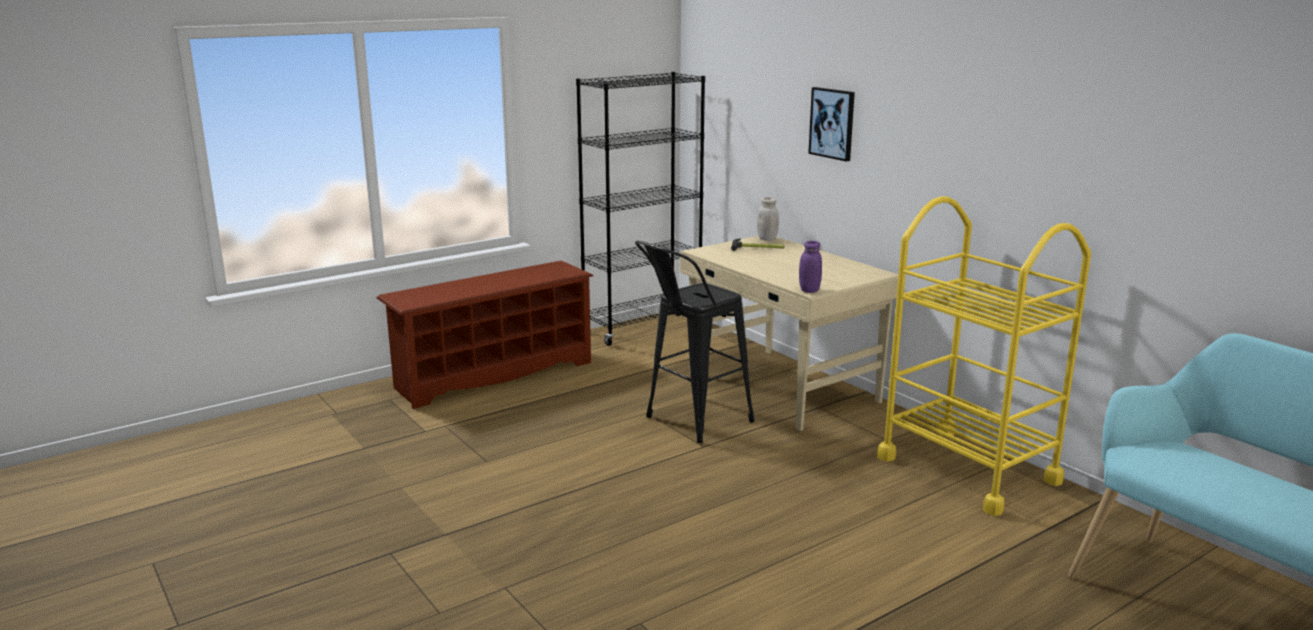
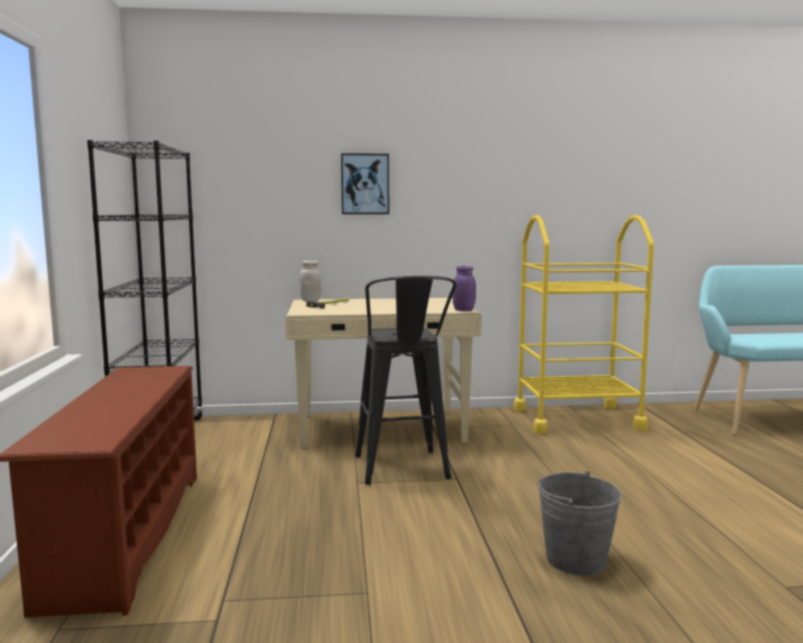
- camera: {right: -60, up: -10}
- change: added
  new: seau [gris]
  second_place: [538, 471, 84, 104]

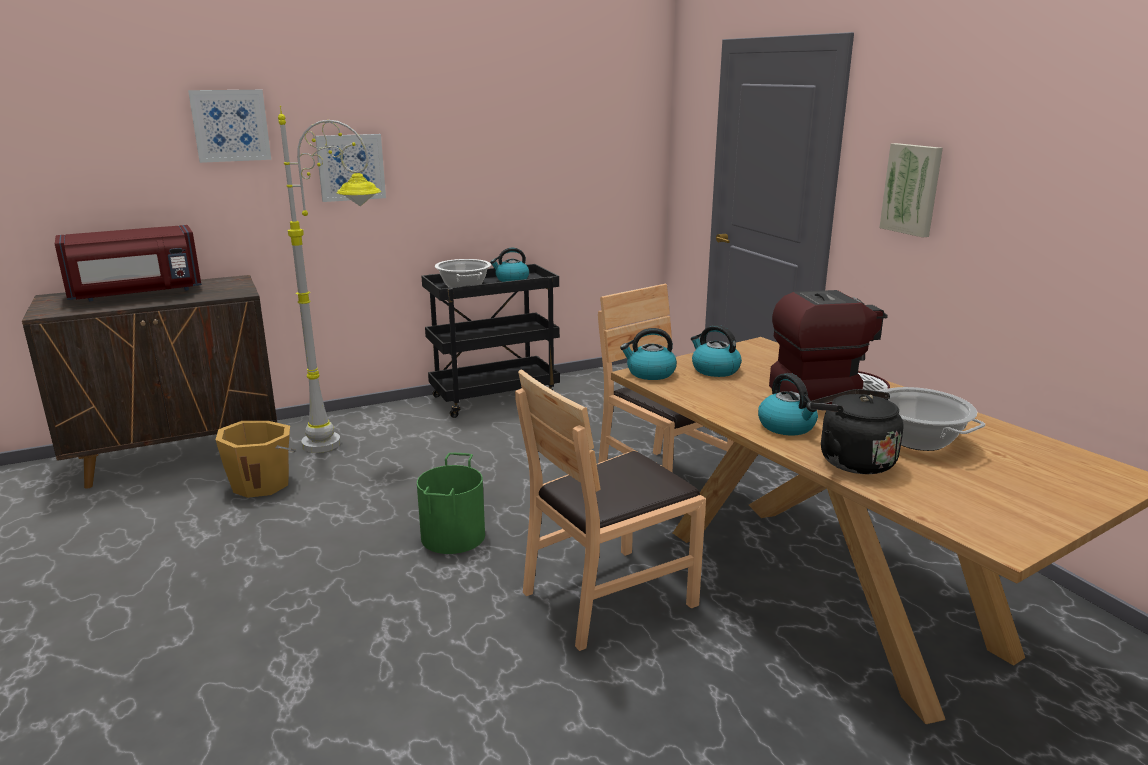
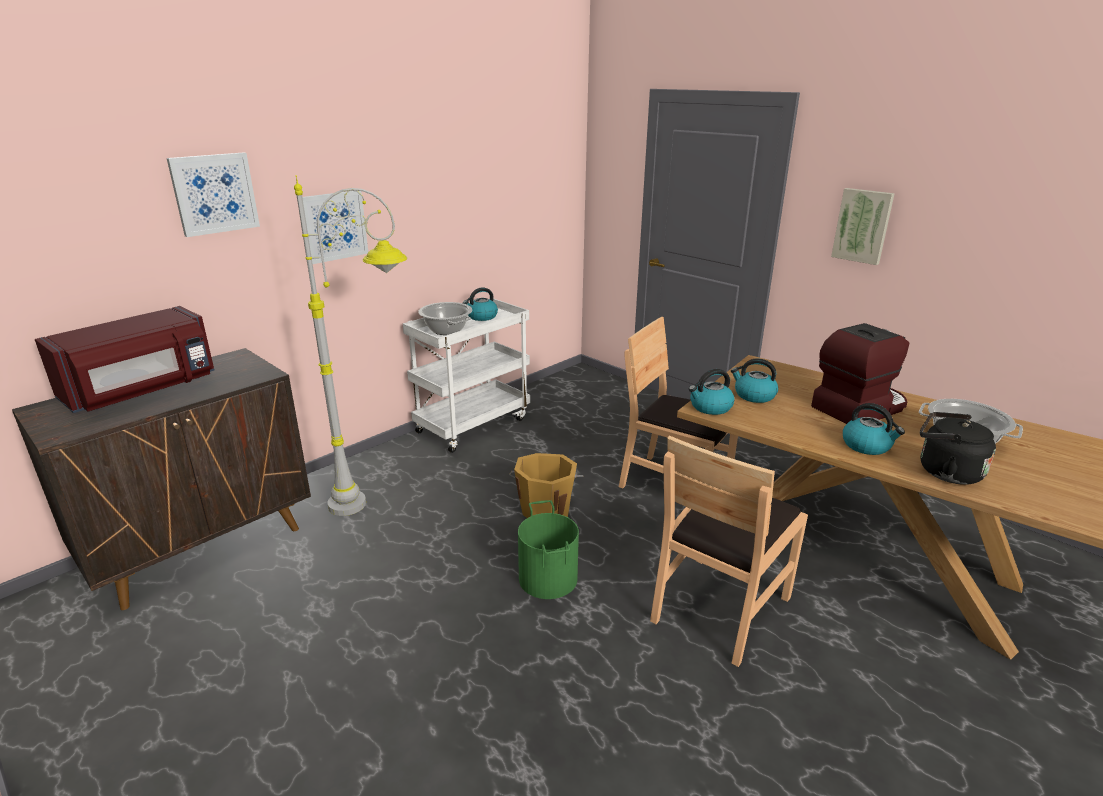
- camera: {right: -20, up: 5}
- change: recoloured
  old: chariot [noir]
  new: chariot [blanc]
  first_place: [422, 264, 138, 154]
  second_place: [403, 299, 127, 154]
- change: moved
  old: seau [orange]
  first_place: [216, 421, 80, 77]
  second_place: [509, 453, 75, 65]

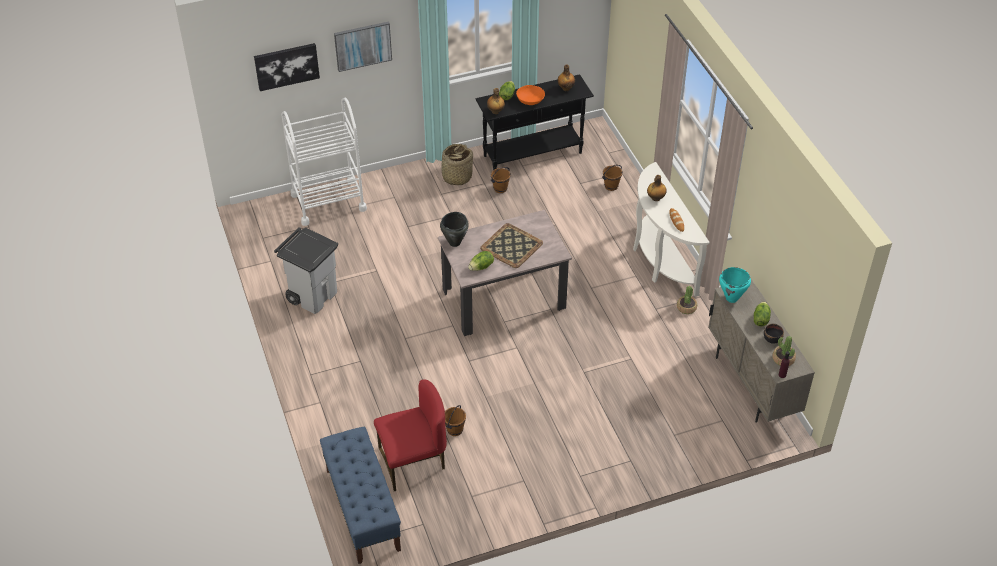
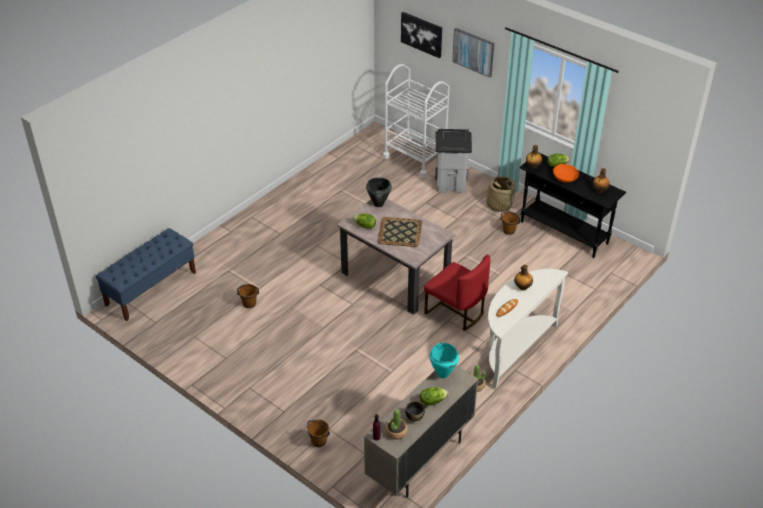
- camera: {right: 60, up: -5}
- change: moved
  old: seau [marron]
  first_place: [602, 165, 21, 26]
  second_place: [307, 419, 23, 28]
- change: moved
  old: poubelle [gris]
  first_place: [274, 227, 64, 87]
  second_place: [435, 129, 37, 64]
- change: moved
  old: chaise [rouge]
  first_place: [374, 379, 73, 112]
  second_place: [424, 254, 67, 77]

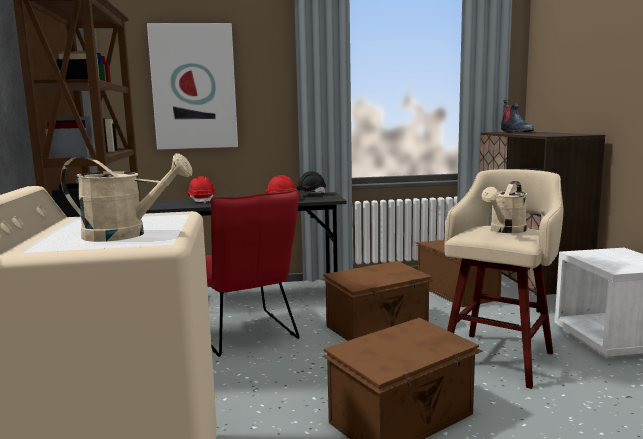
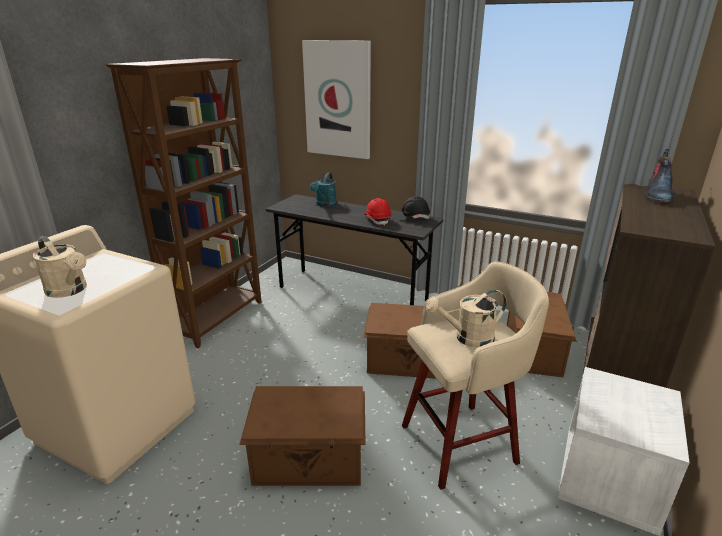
- camera: {right: 35, up: 15}
- change: replaced
  old: casque de chantier [rouge]
  new: arrosoir [turquoise]
  first_place: [187, 176, 29, 27]
  second_place: [310, 173, 27, 34]
- change: removed
  old: chaise [rouge]
  first_place: [205, 189, 94, 168]

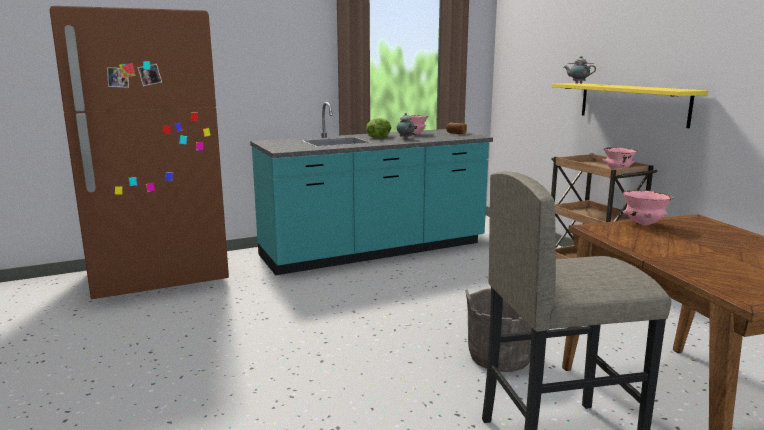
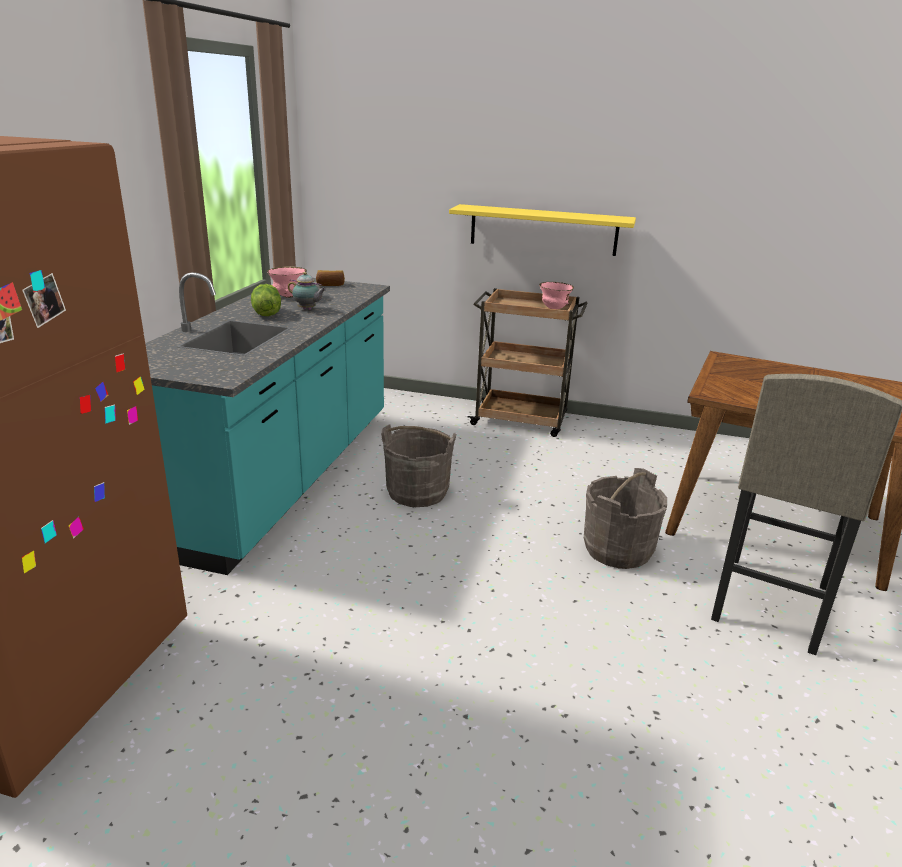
- camera: {right: -50, up: 10}
- change: removed
  old: théière
  first_place: [564, 56, 32, 28]
- change: removed
  old: bol [rose]
  first_place: [623, 190, 51, 36]
- change: added
  new: seau [gris]
  second_place: [381, 425, 75, 82]

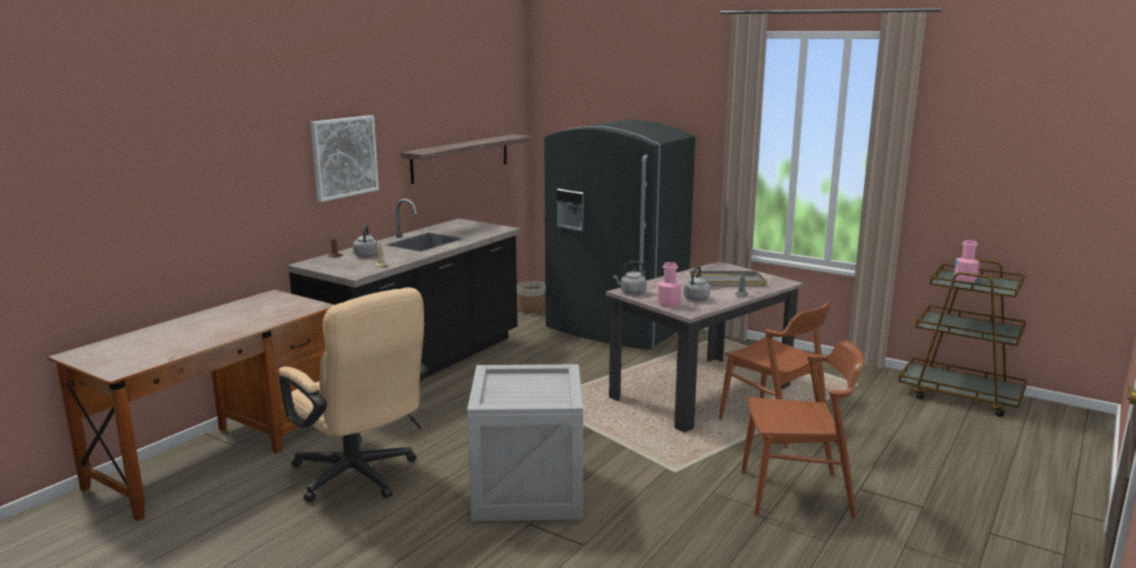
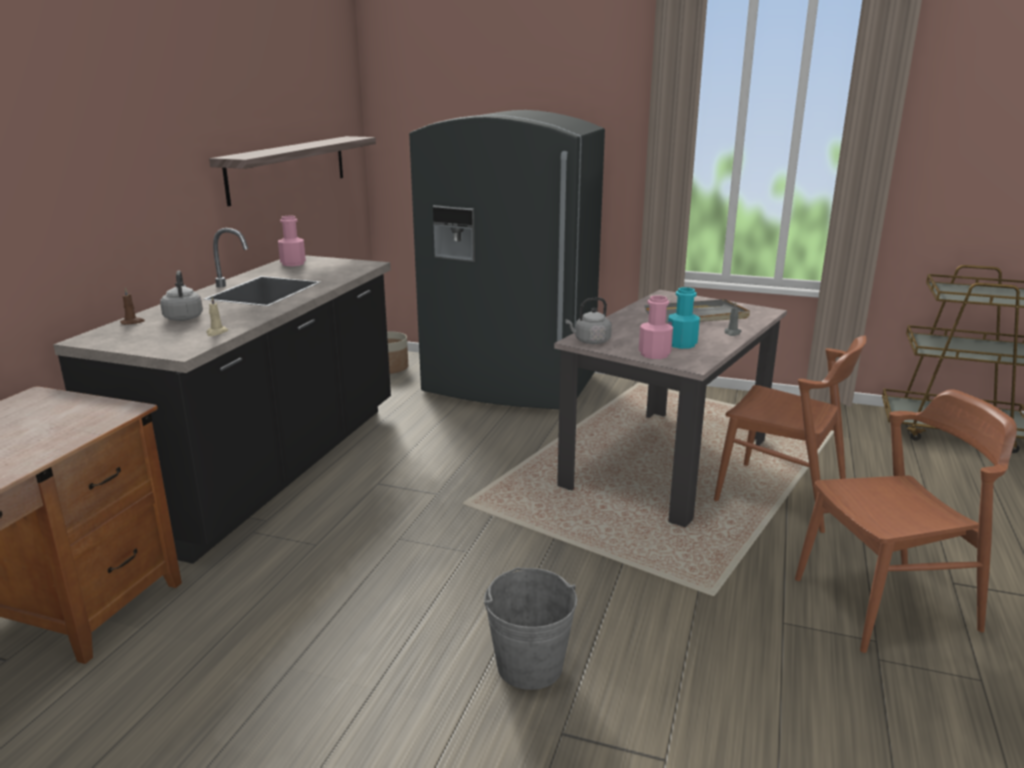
- camera: {right: -15, up: 5}
- change: removed
  old: tableau
  first_place: [310, 115, 69, 87]
- change: moved
  old: bouteille [rose]
  first_place: [954, 240, 26, 42]
  second_place: [278, 216, 28, 50]
- change: replaced
  old: bouilloire [gris]
  new: bouteille [turquoise]
  first_place: [683, 266, 27, 35]
  second_place: [668, 287, 32, 62]
- change: removed
  old: chaise de bureau [beige]
  first_place: [279, 287, 149, 215]
- change: replaced
  old: caisse
  new: seau [gris]
  first_place: [467, 364, 116, 157]
  second_place: [484, 568, 93, 122]

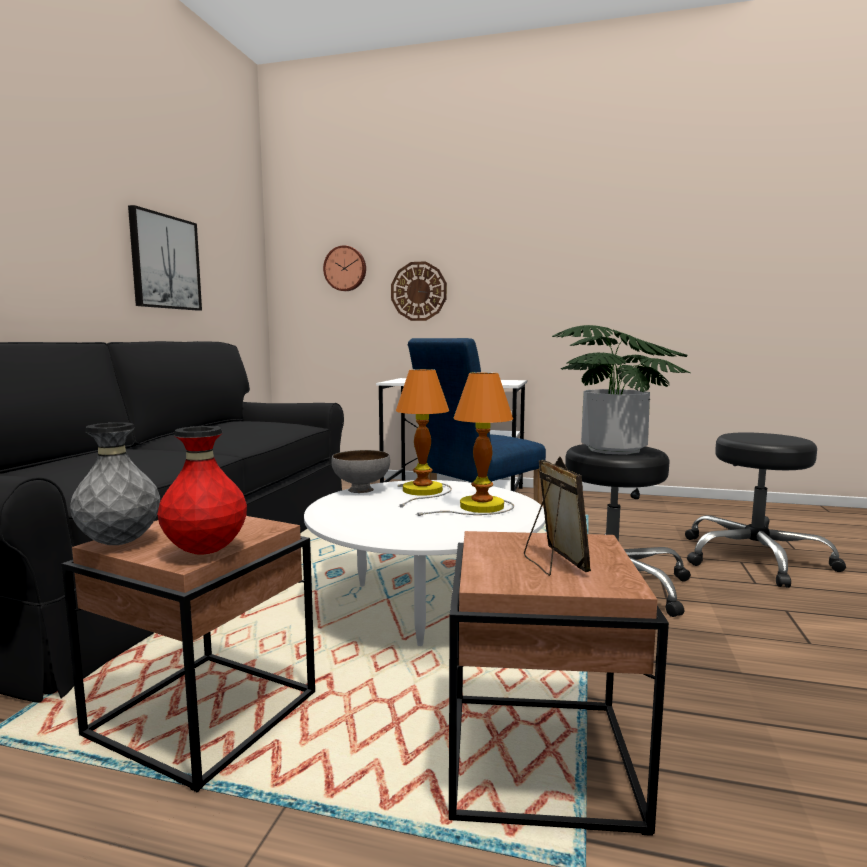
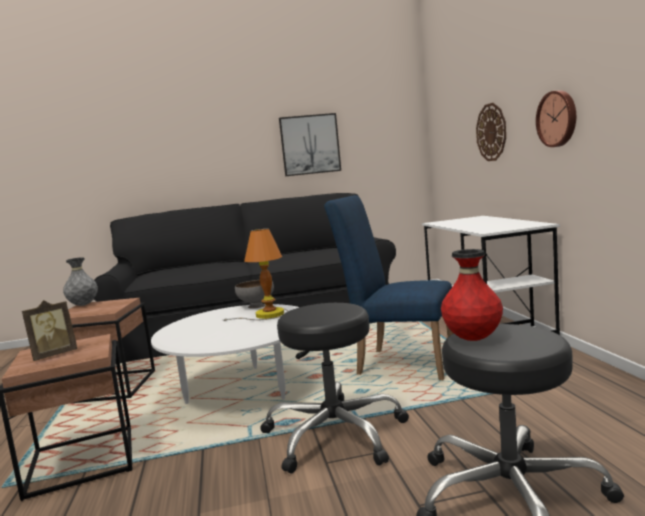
- camera: {right: 65, up: 0}
- change: moved
  old: horloge murale
  first_place: [323, 245, 43, 46]
  second_place: [536, 90, 40, 57]
- change: removed
  old: plante en pot
  first_place: [552, 325, 139, 130]
- change: removed
  old: lampe de table
  first_place: [417, 372, 97, 144]
- change: moved
  old: vase [rouge]
  first_place: [157, 426, 90, 129]
  second_place: [441, 249, 62, 92]

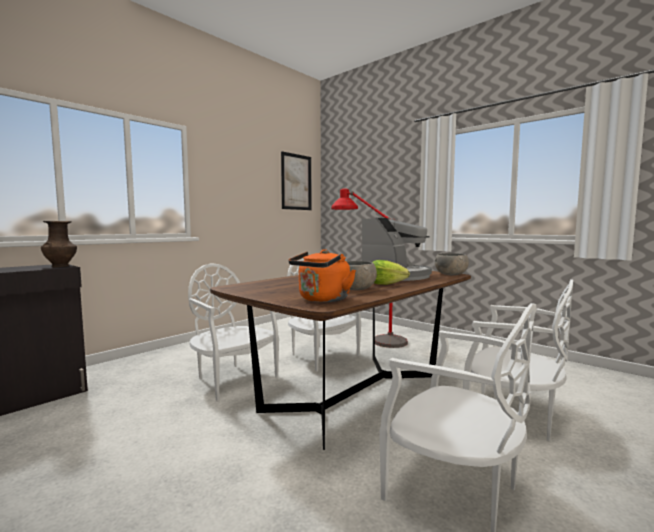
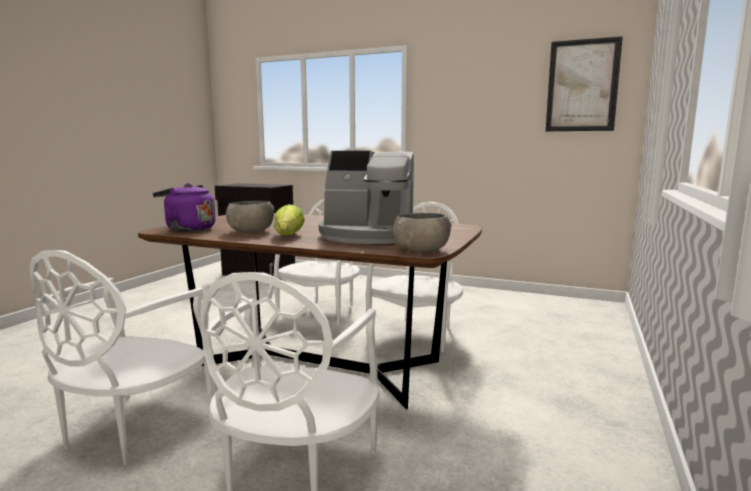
- camera: {right: 70, up: 5}
- change: removed
  old: lampadaire [rouge]
  first_place: [331, 188, 77, 160]
- change: removed
  old: vase [marron]
  first_place: [41, 221, 36, 46]
- change: recoloured
  old: bouilloire [orange]
  new: bouilloire [violet]
  first_place: [289, 249, 67, 53]
  second_place: [153, 183, 62, 49]

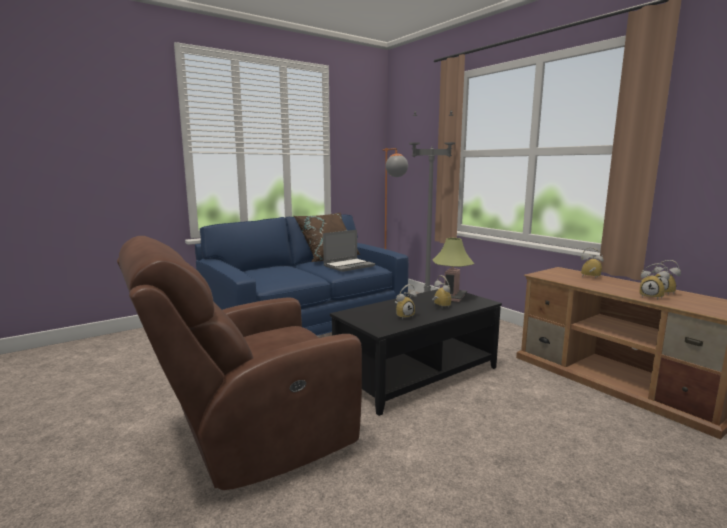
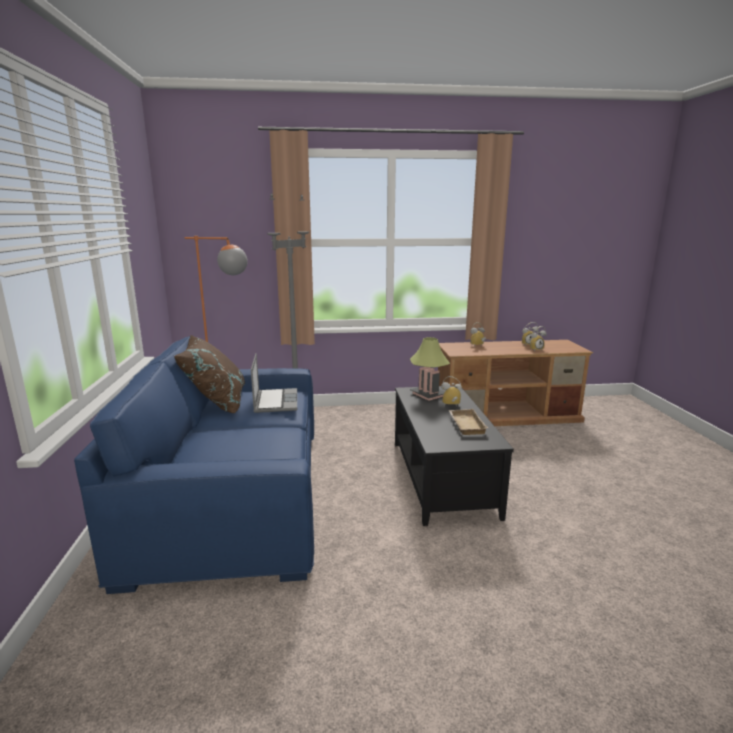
- camera: {right: -60, up: 5}
- change: removed
  old: fauteuil [marron]
  first_place: [117, 236, 245, 254]
- change: replaced
  old: réveil
  new: plateau [beige]
  first_place: [395, 284, 22, 35]
  second_place: [448, 409, 40, 26]

